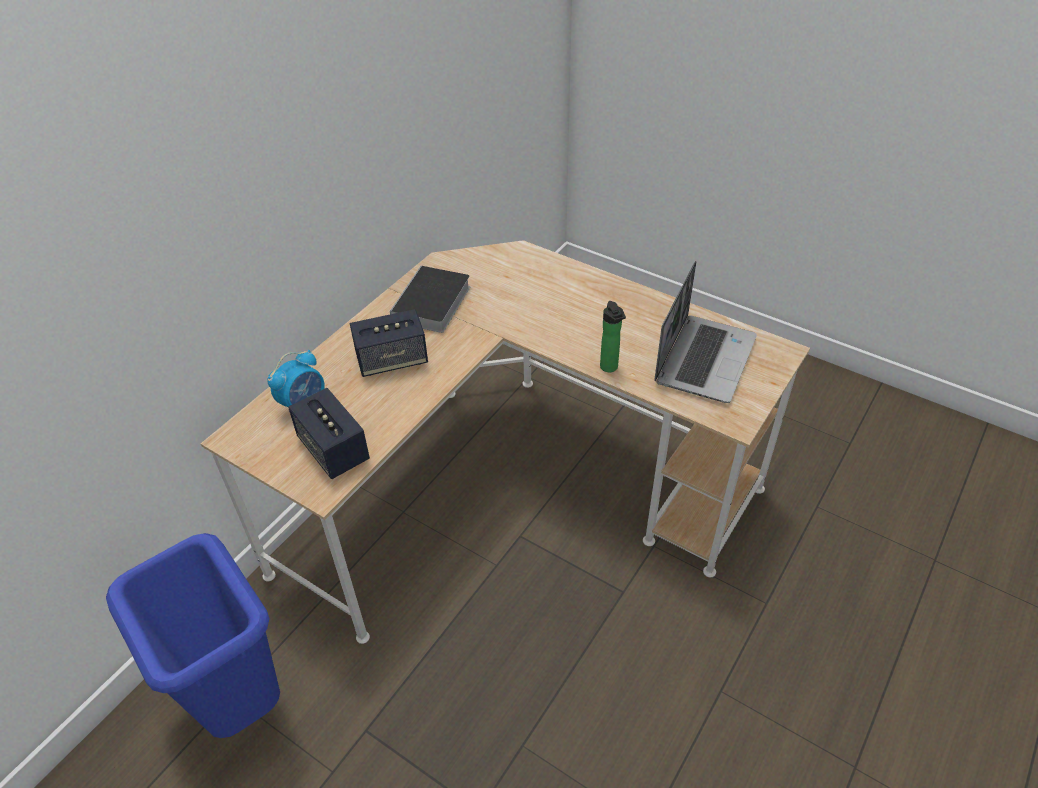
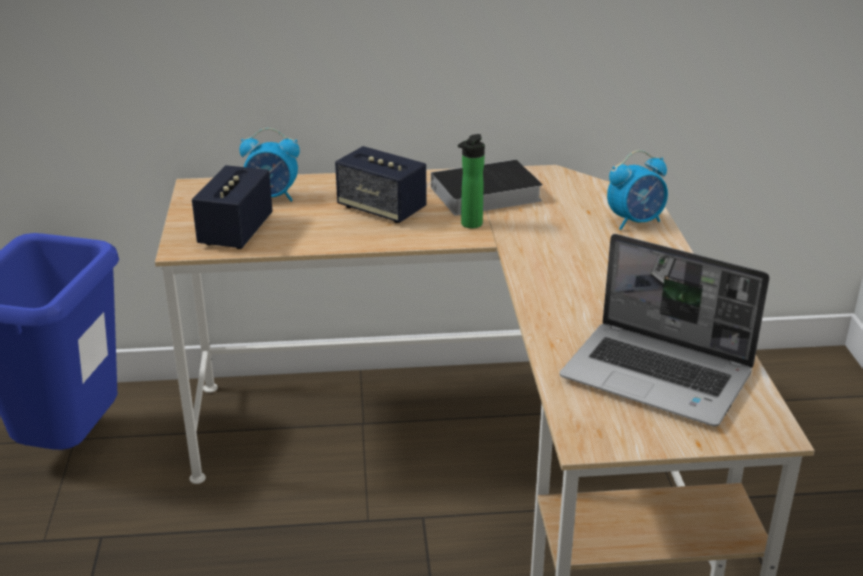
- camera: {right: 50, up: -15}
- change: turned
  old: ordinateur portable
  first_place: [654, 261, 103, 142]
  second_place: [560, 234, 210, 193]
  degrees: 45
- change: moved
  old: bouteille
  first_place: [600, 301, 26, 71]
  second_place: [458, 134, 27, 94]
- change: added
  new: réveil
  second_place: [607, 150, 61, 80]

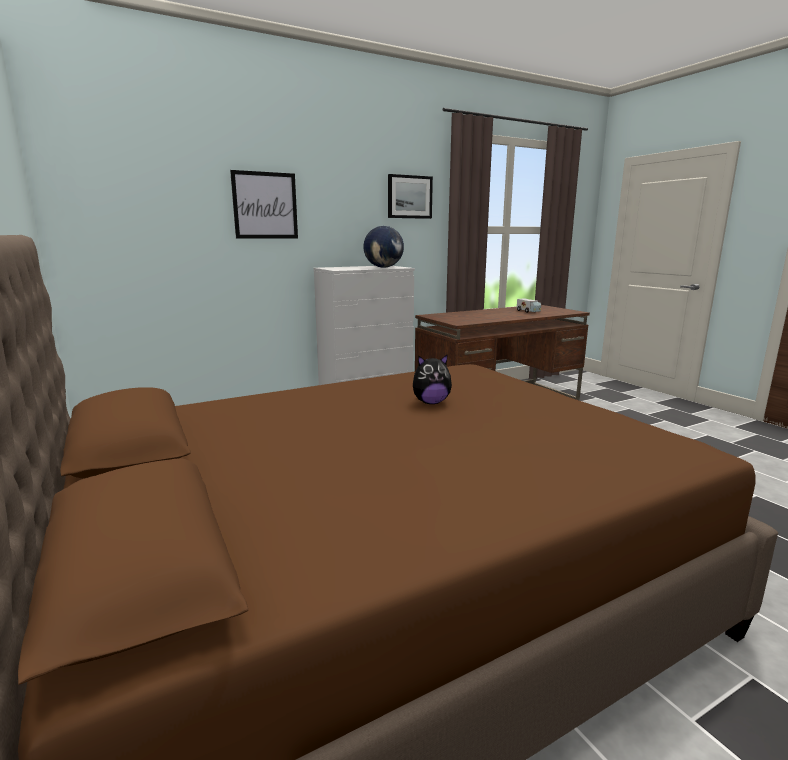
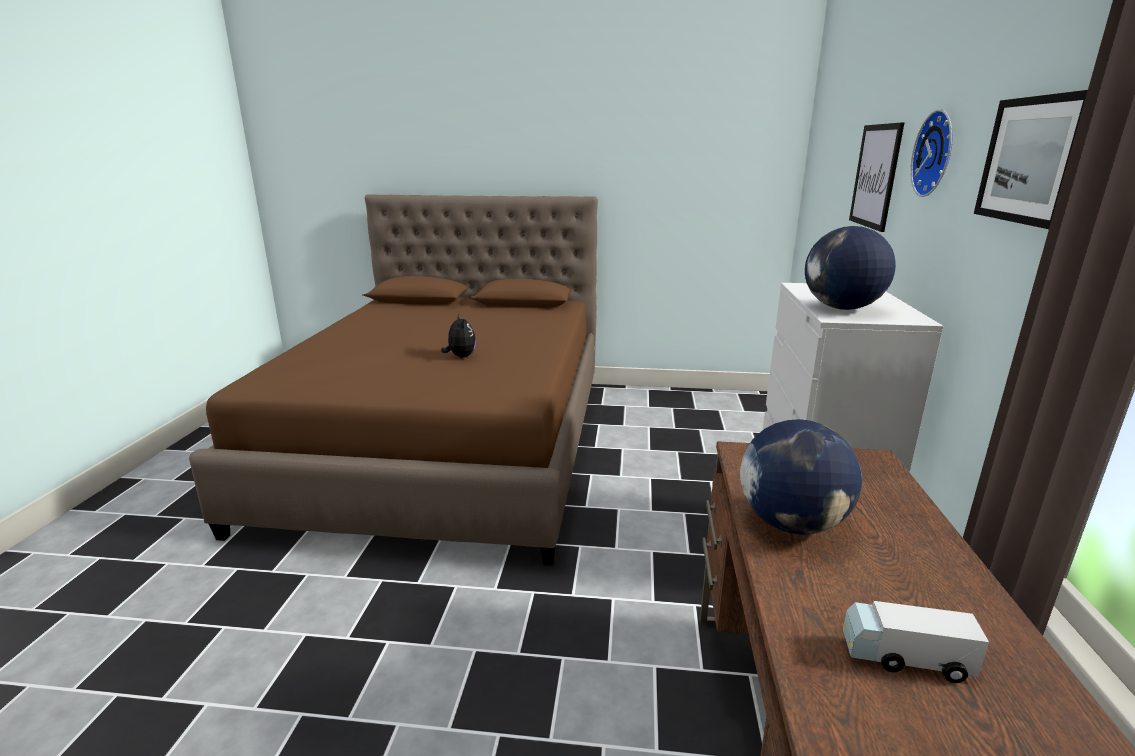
- camera: {right: 125, up: 5}
- change: turned
  old: peluche
  first_place: [413, 354, 39, 50]
  second_place: [441, 314, 35, 43]
  degrees: 135
- change: added
  new: horloge murale
  second_place: [910, 109, 42, 88]
- change: added
  new: globe
  second_place: [740, 419, 122, 116]

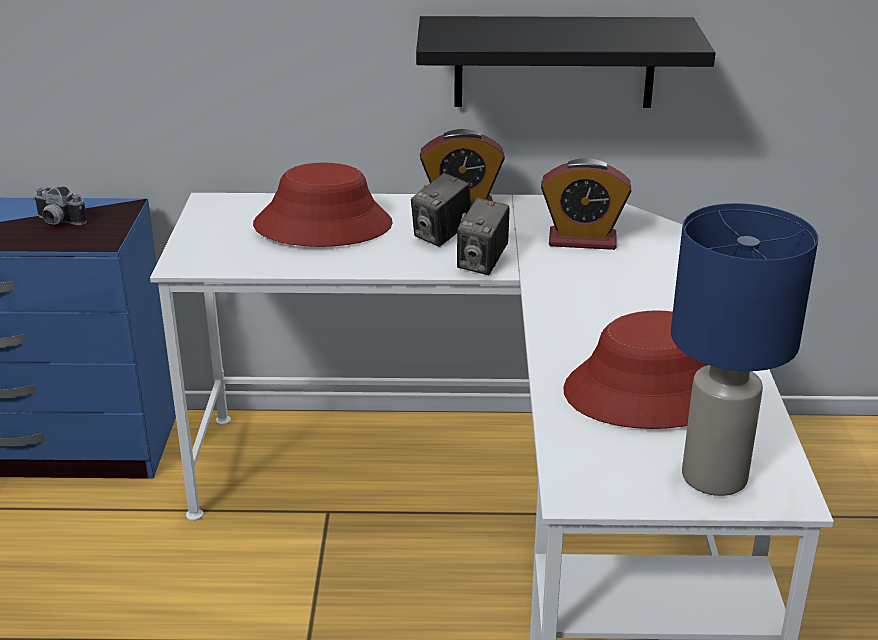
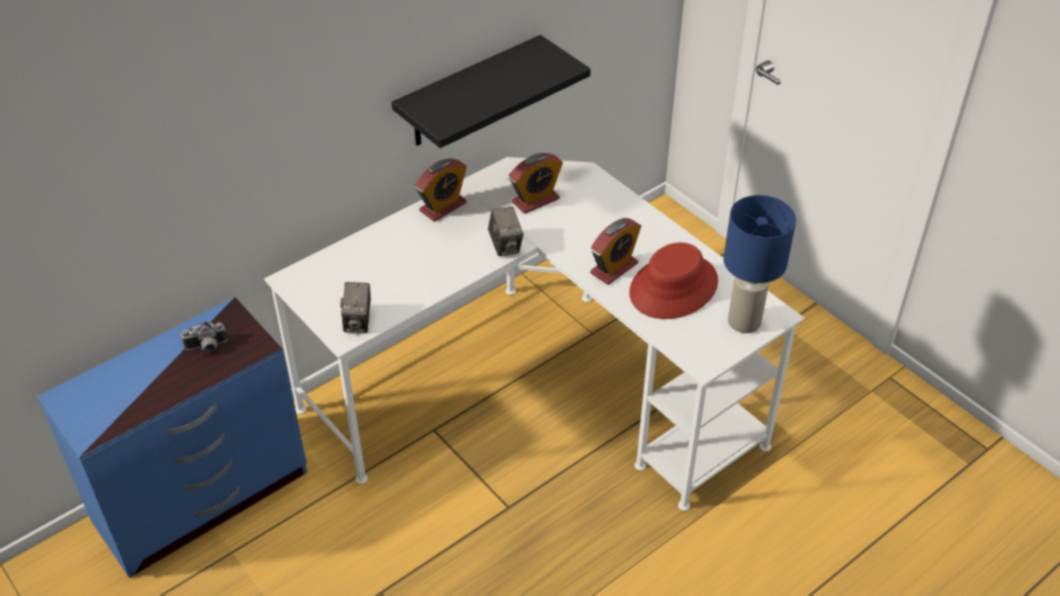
- camera: {right: -40, up: 15}
- change: removed
  old: chapeau [rouge]
  first_place: [253, 163, 140, 84]
- change: moved
  old: appareil photo
  first_place: [411, 173, 60, 74]
  second_place: [340, 282, 31, 51]
- change: added
  new: réveil
  second_place: [590, 218, 51, 67]

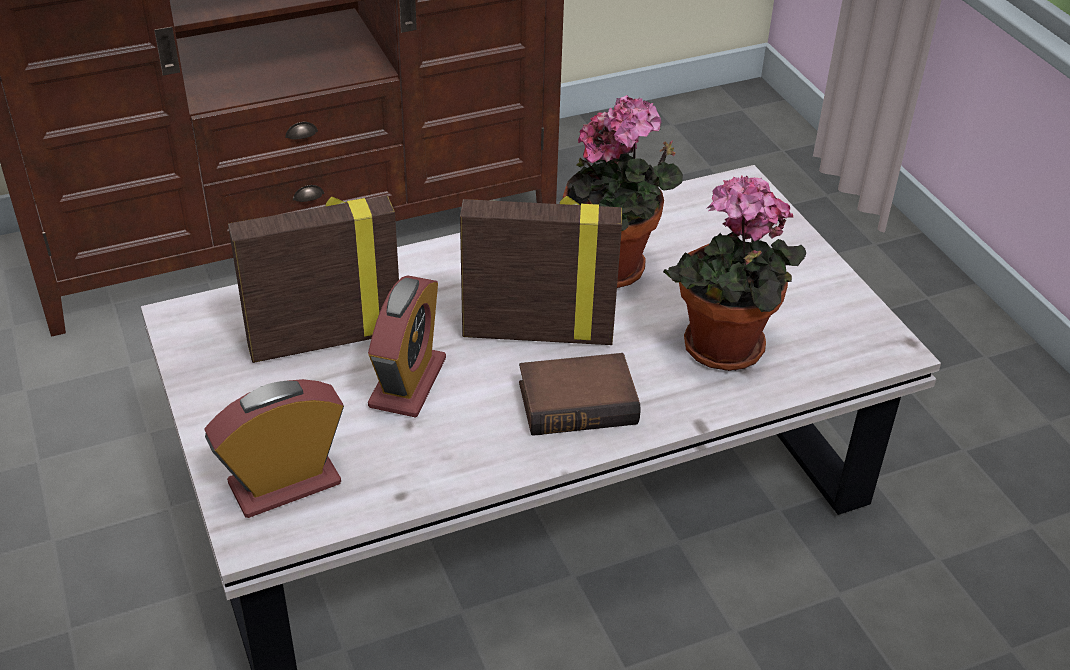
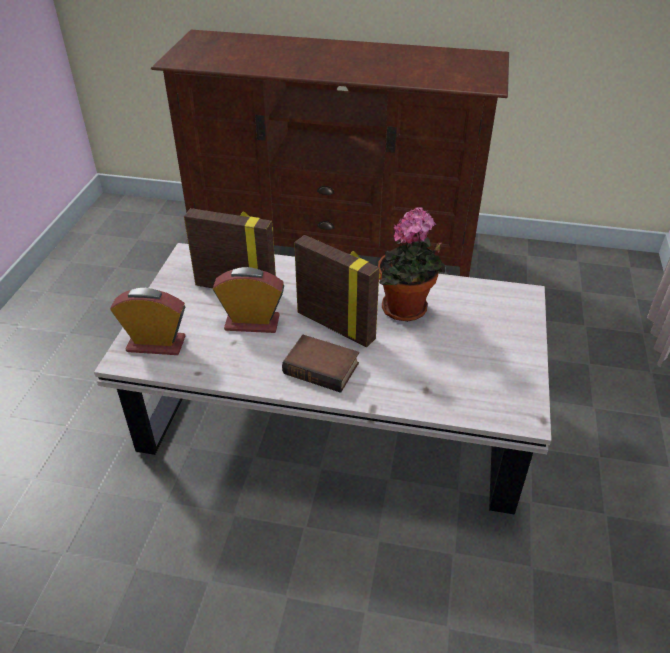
- camera: {right: 35, up: 0}
- change: removed
  old: plante en pot
  first_place: [663, 176, 143, 195]
- change: turned
  old: réveil
  first_place: [368, 275, 78, 143]
  second_place: [213, 267, 71, 66]
  degrees: -135

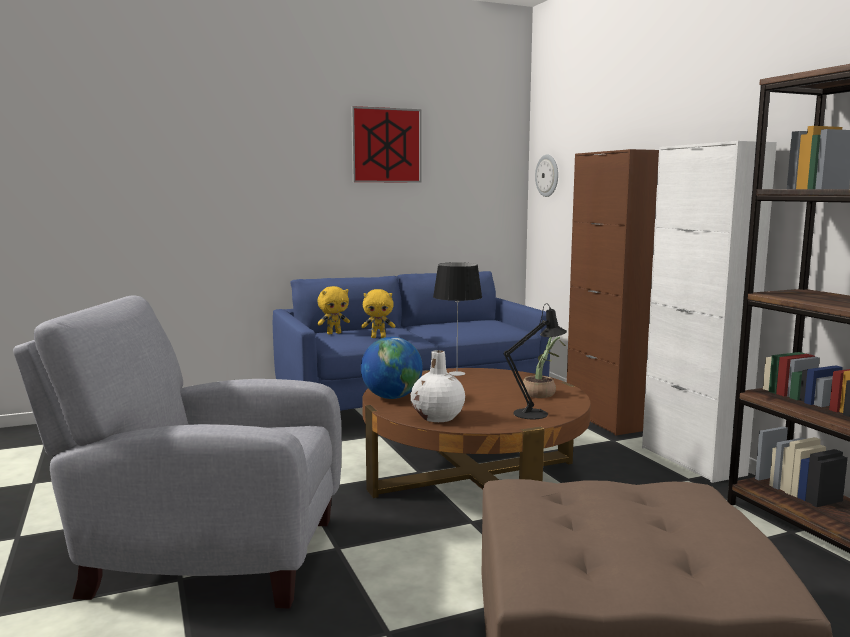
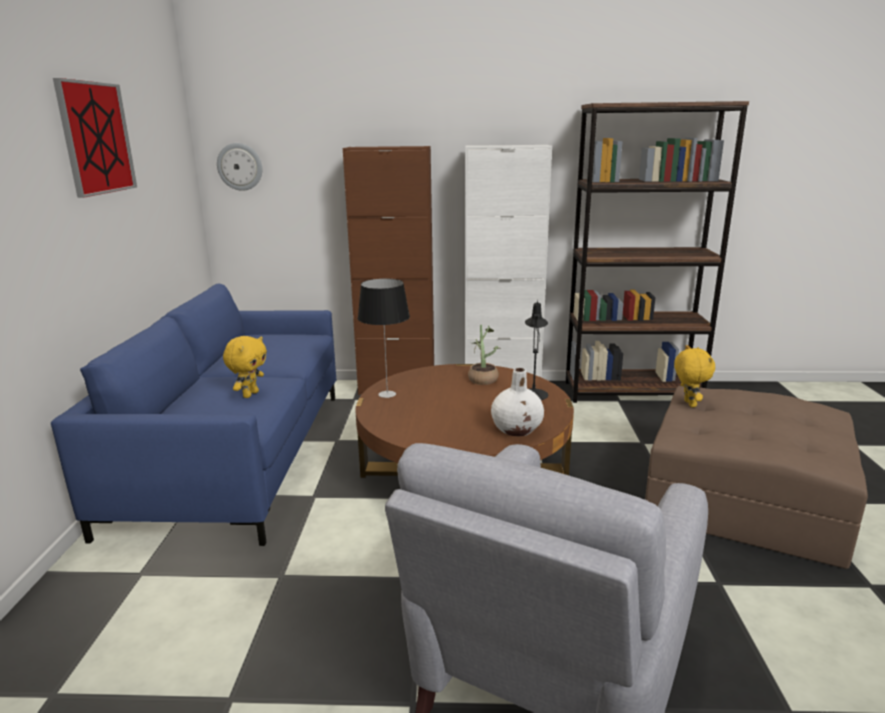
- camera: {right: -65, up: 10}
- change: moved
  old: peluche [jaune]
  first_place: [317, 286, 33, 48]
  second_place: [674, 347, 41, 60]
- change: removed
  old: globe
  first_place: [361, 337, 62, 62]

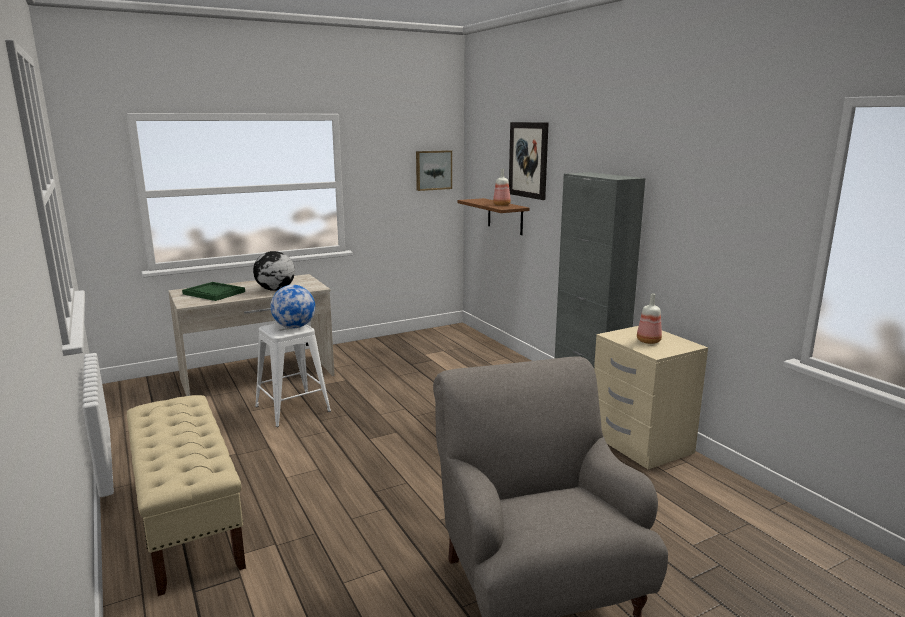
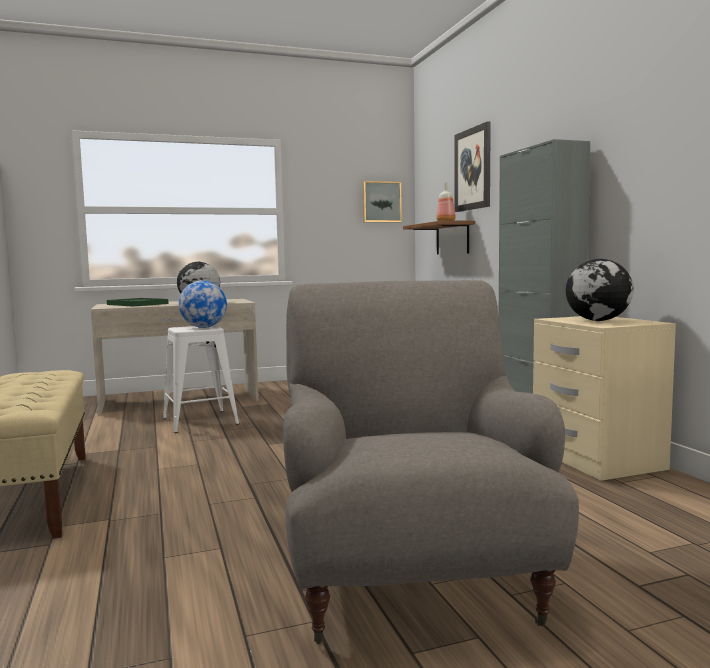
- camera: {right: 10, up: -10}
- change: replaced
  old: bouteille
  new: globe
  first_place: [637, 294, 25, 50]
  second_place: [566, 259, 68, 62]

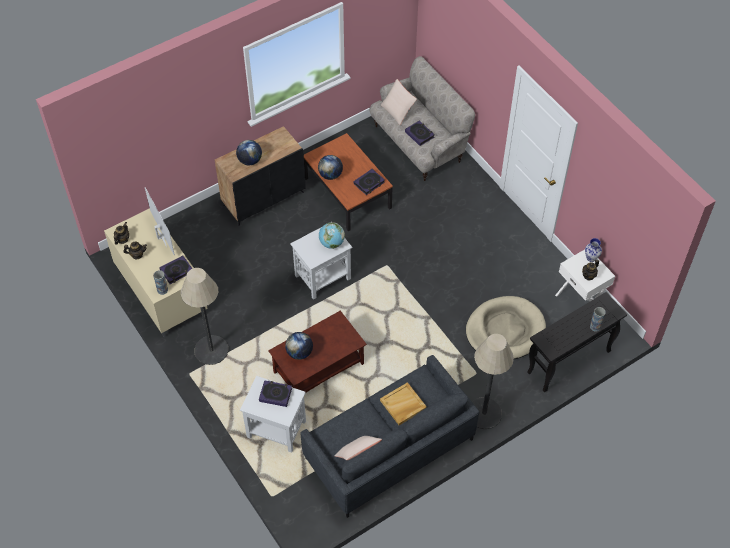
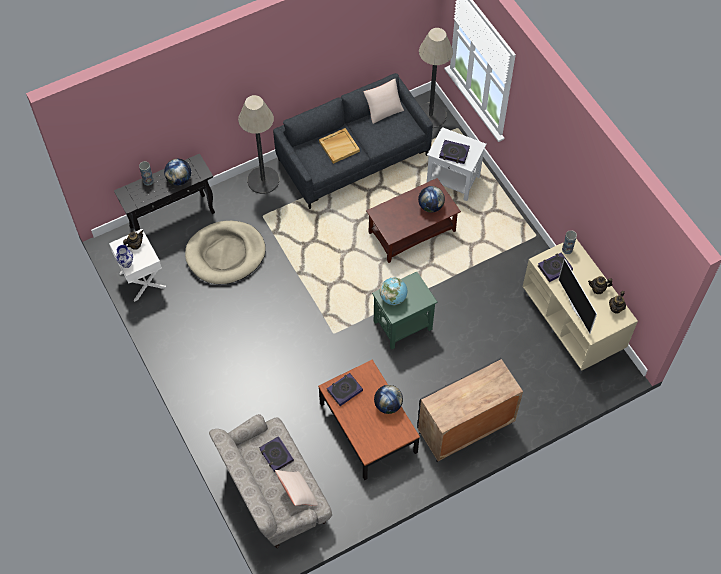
- camera: {right: -175, up: 5}
- change: moved
  old: globe
  first_place: [236, 140, 26, 25]
  second_place: [164, 159, 27, 26]
- change: recoloured
  old: table d'appoint [blanc]
  new: table d'appoint [vert]
  first_place: [290, 228, 63, 72]
  second_place: [372, 272, 66, 78]
- change: moved
  old: lampadaire
  first_place: [181, 268, 47, 97]
  second_place: [419, 28, 34, 100]

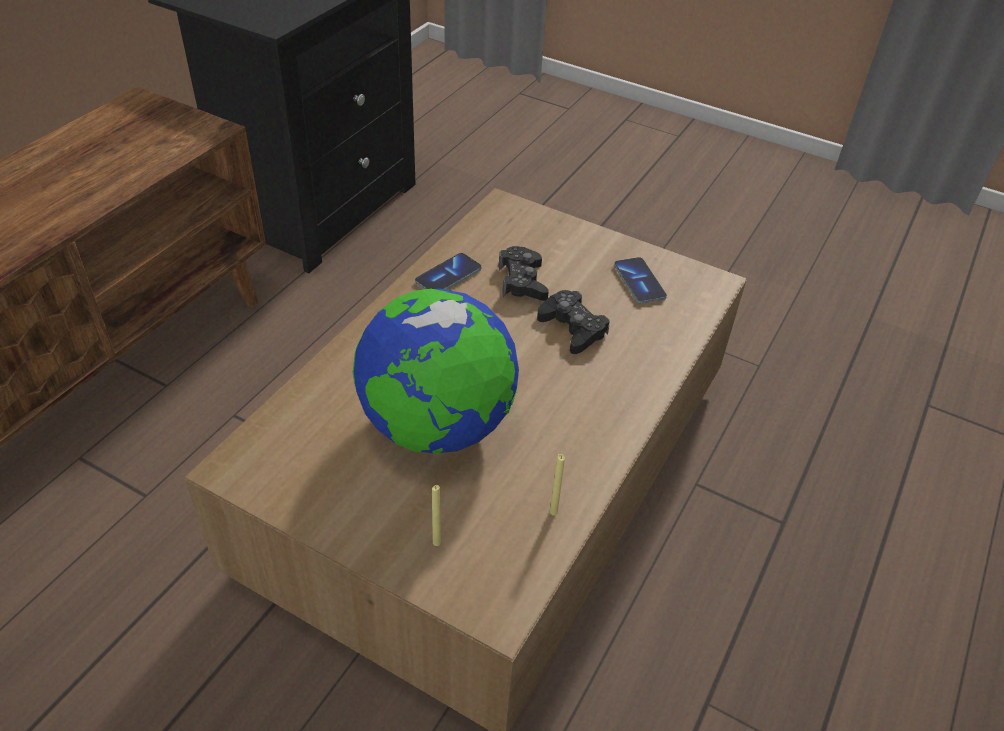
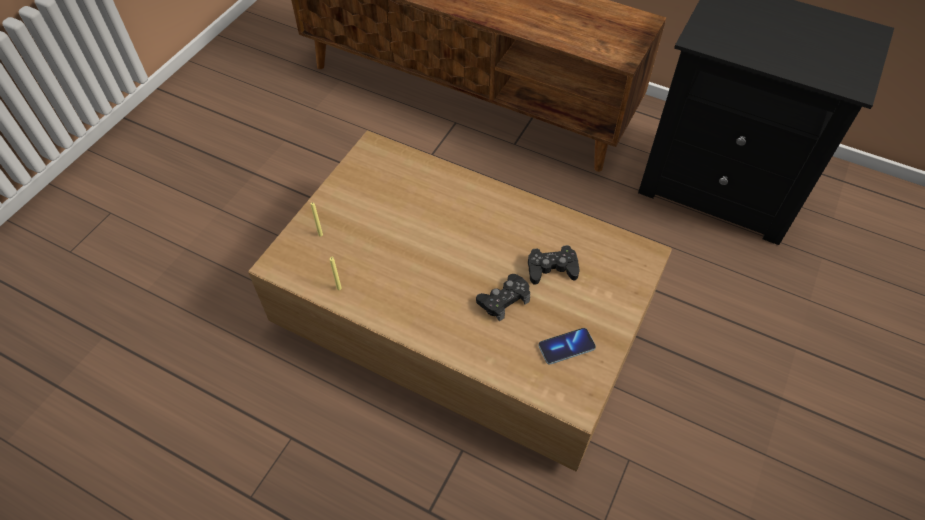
- camera: {right: 90, up: 10}
- change: removed
  old: téléphone
  first_place: [415, 253, 66, 37]
- change: removed
  old: globe
  first_place: [353, 288, 166, 166]

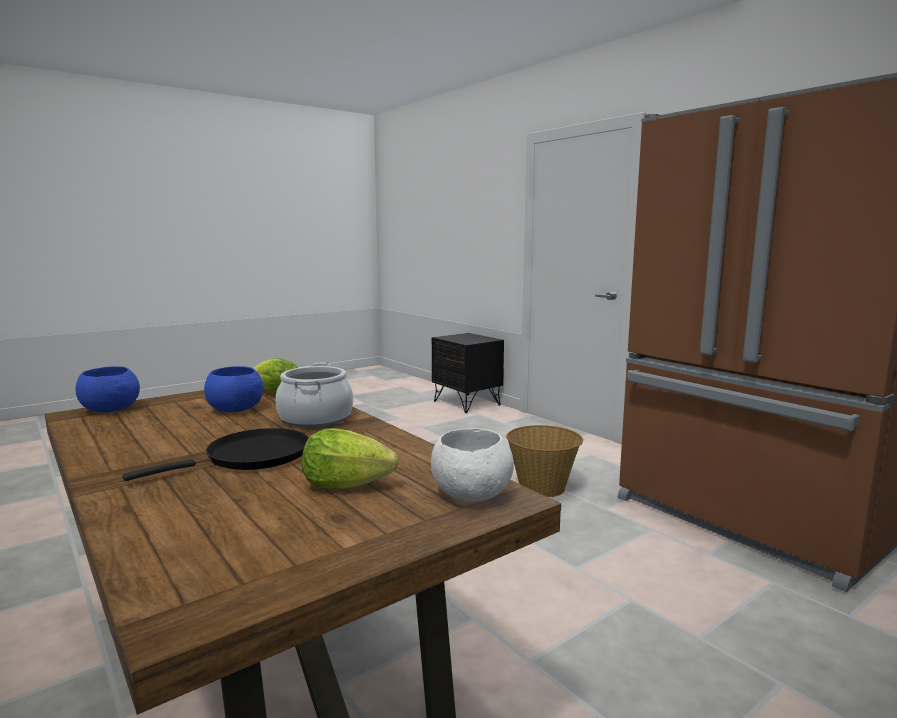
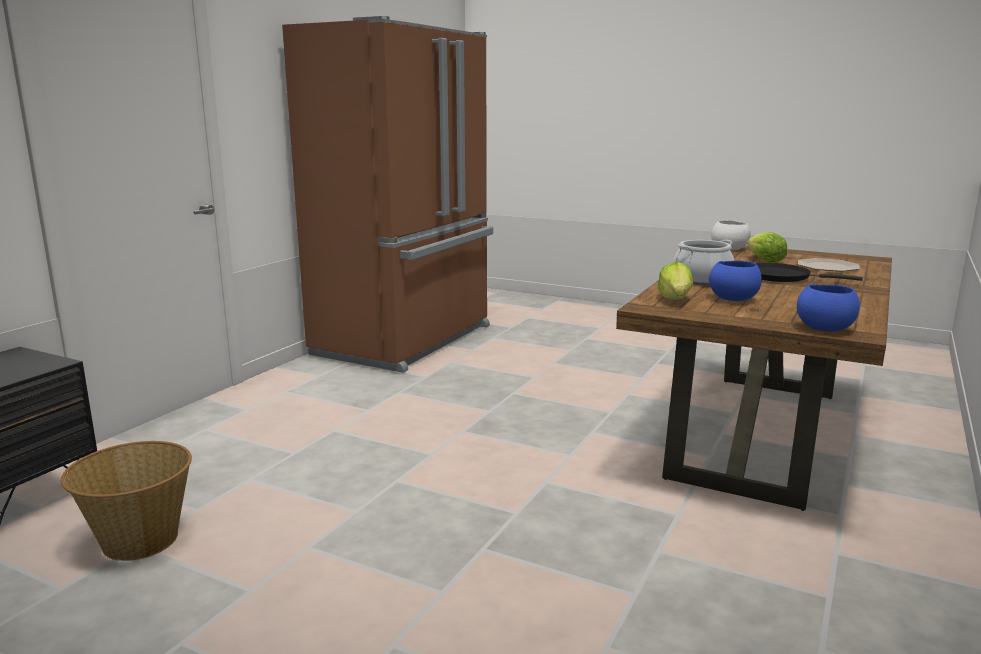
- camera: {right: -115, up: 5}
- change: moved
  old: panier
  first_place: [506, 425, 77, 72]
  second_place: [61, 441, 131, 120]
- change: added
  new: assiette
  second_place: [798, 258, 62, 14]

